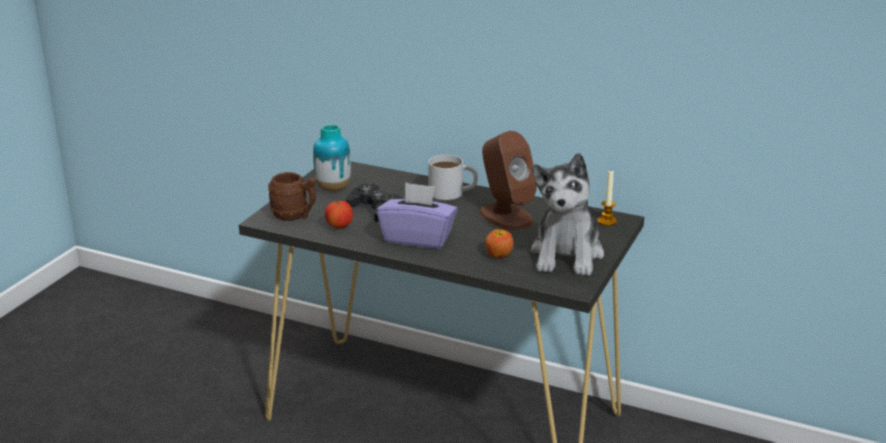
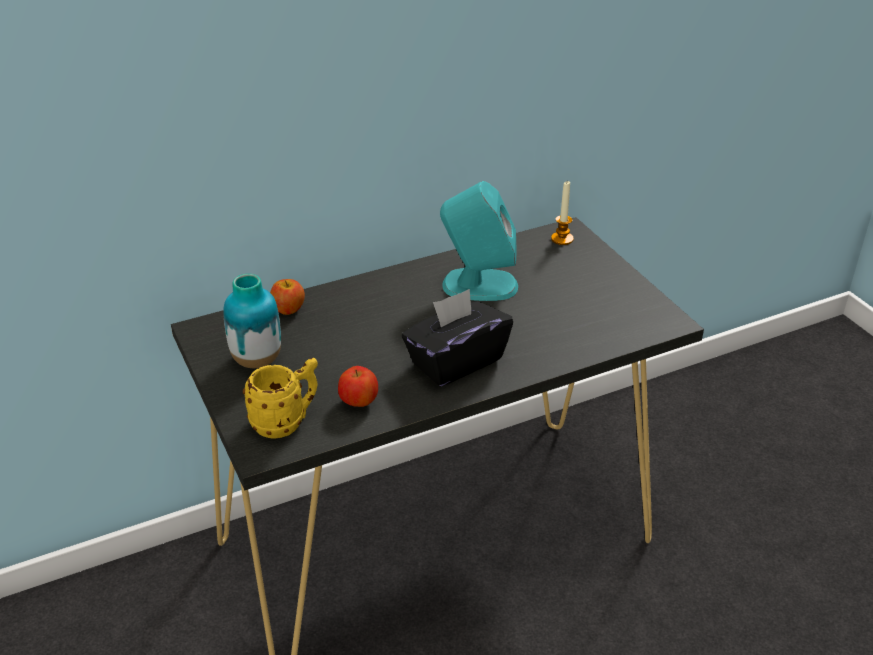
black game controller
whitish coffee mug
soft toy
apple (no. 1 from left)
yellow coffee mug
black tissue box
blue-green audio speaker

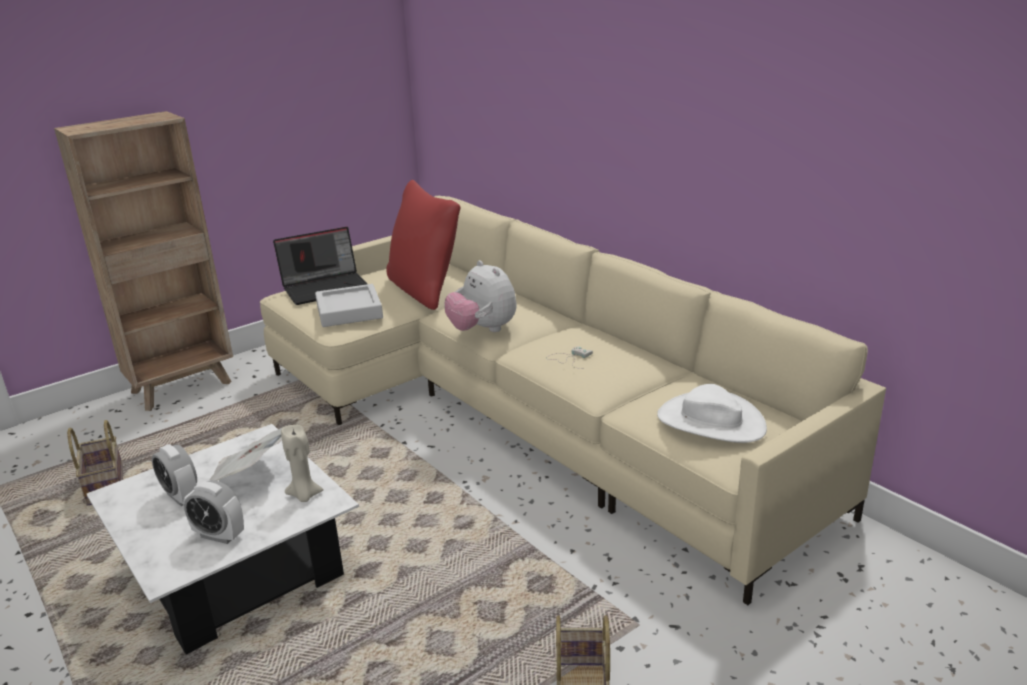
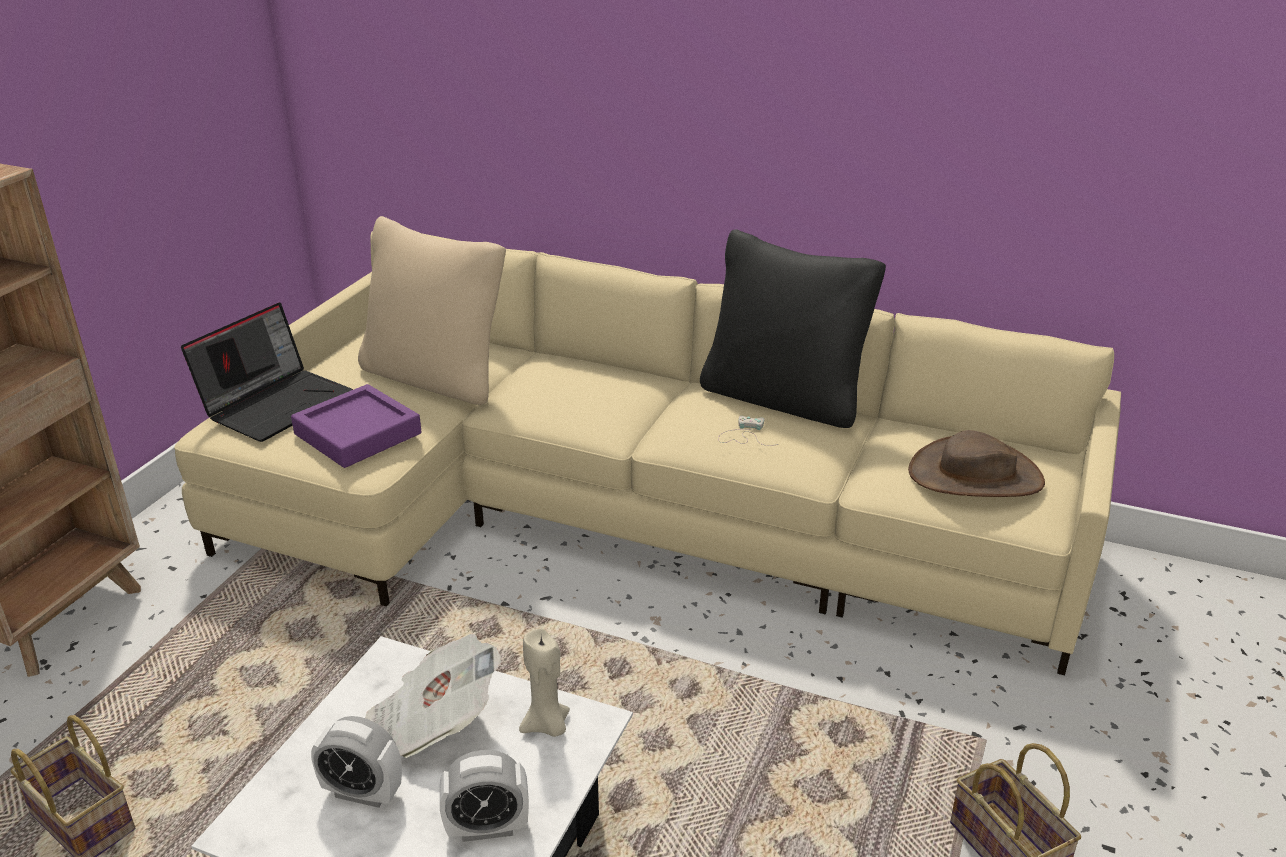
soft toy
black pillow
purplish tray
beige pillow
brown wearable hat

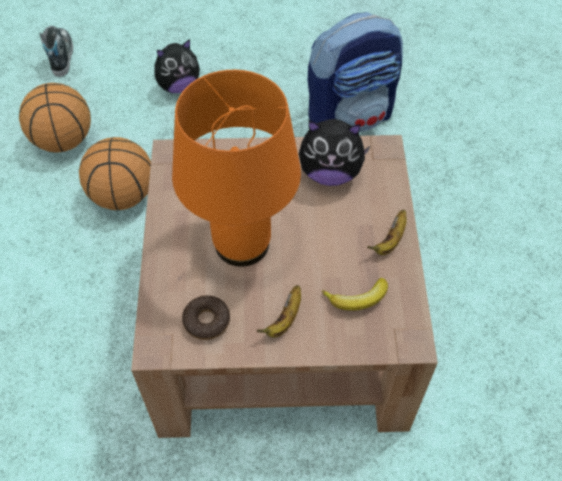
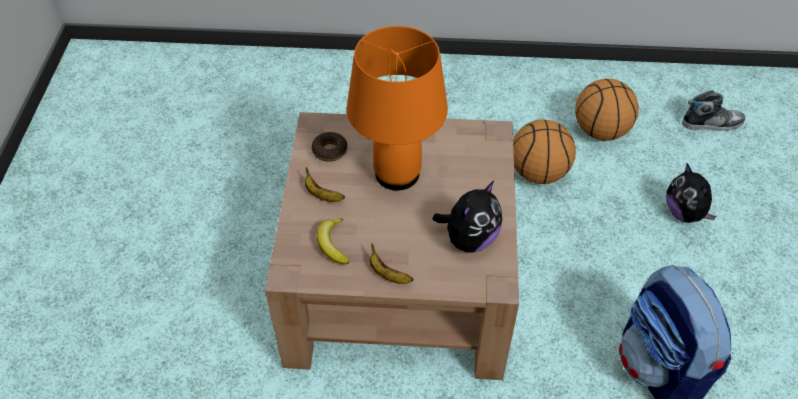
soft toy (no. 1 from left)

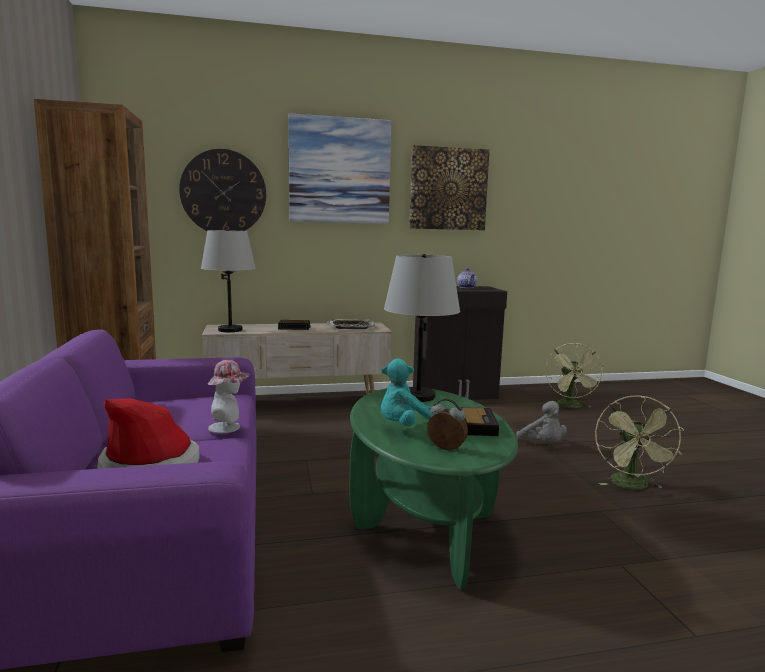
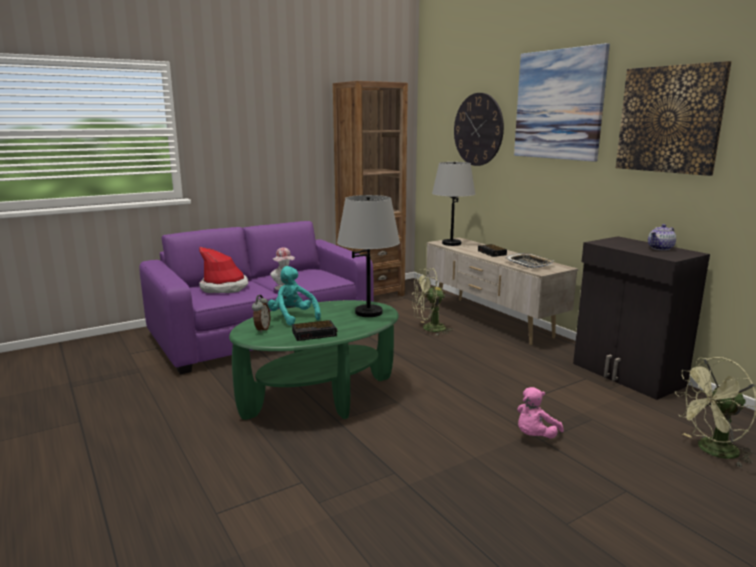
green fan (no. 1 from left)
pink-coloured soft toy

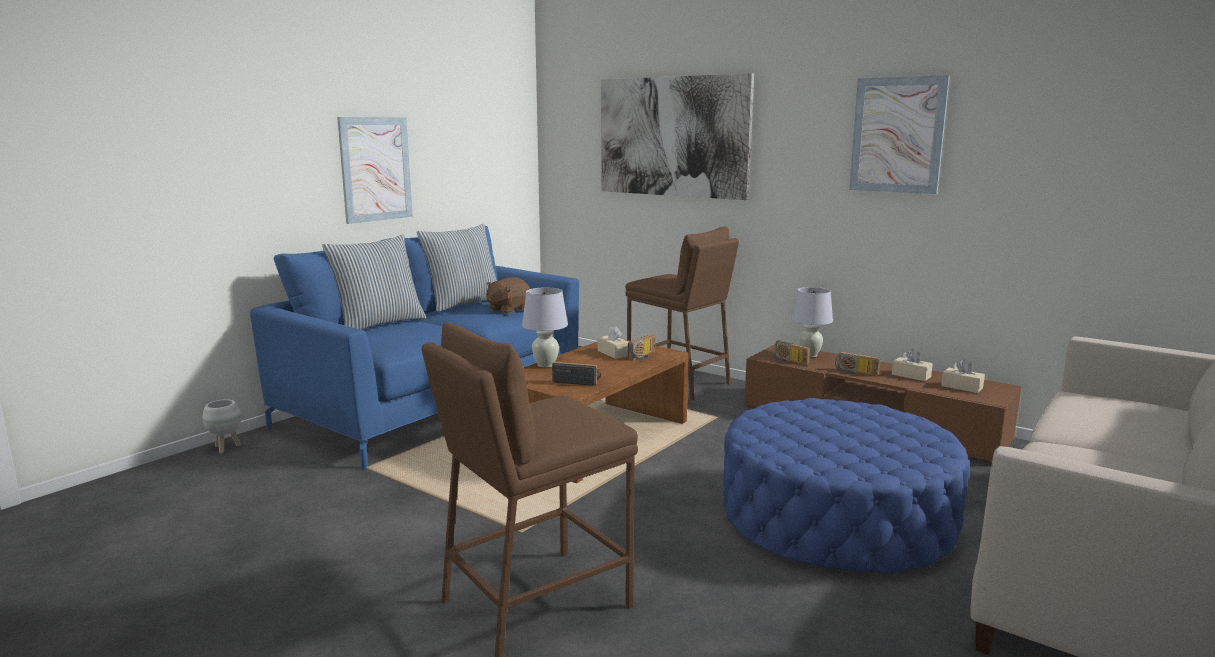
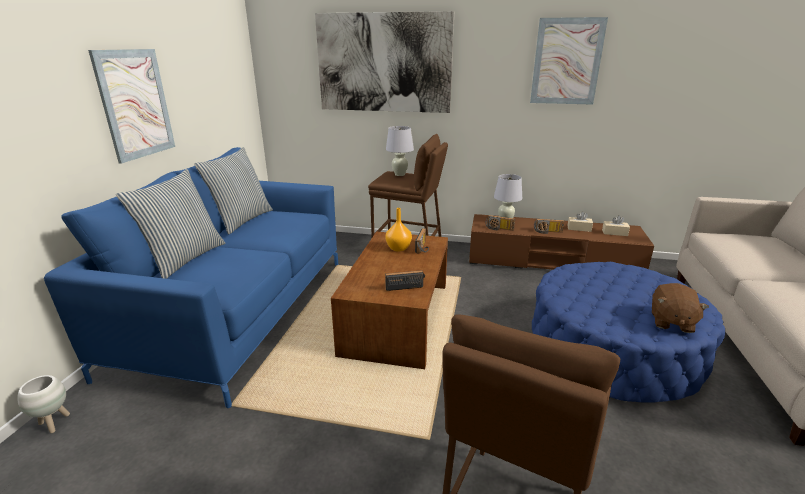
brown soft toy
whitish tabletop lamp (no. 1 from left)
orange-coloured vase

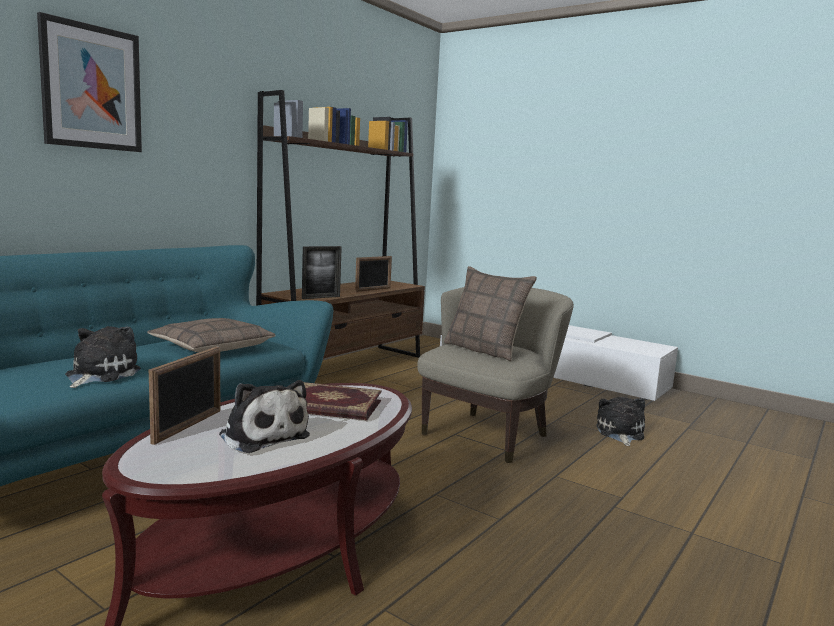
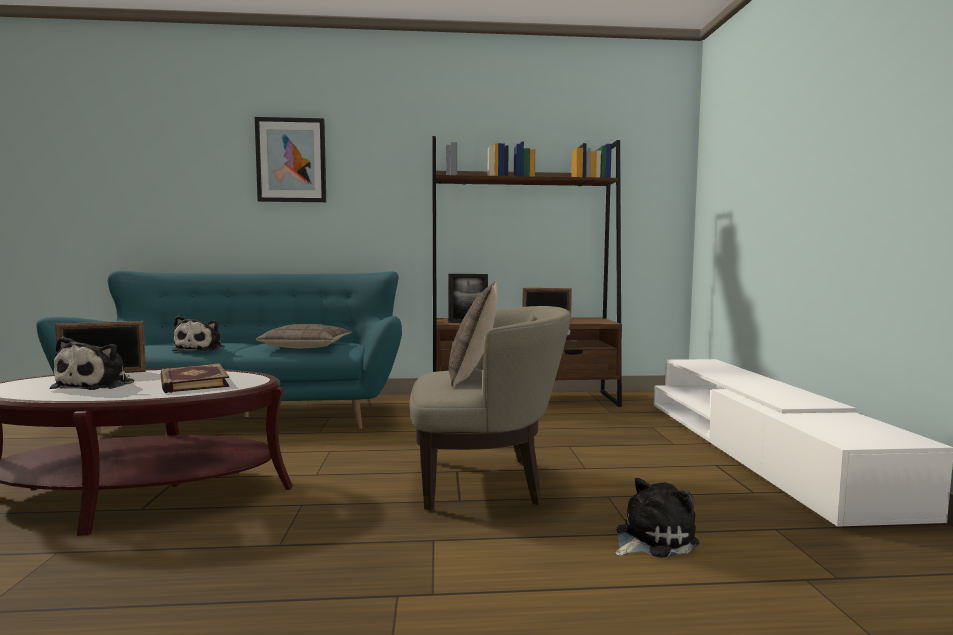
soft toy (no. 2 from left)

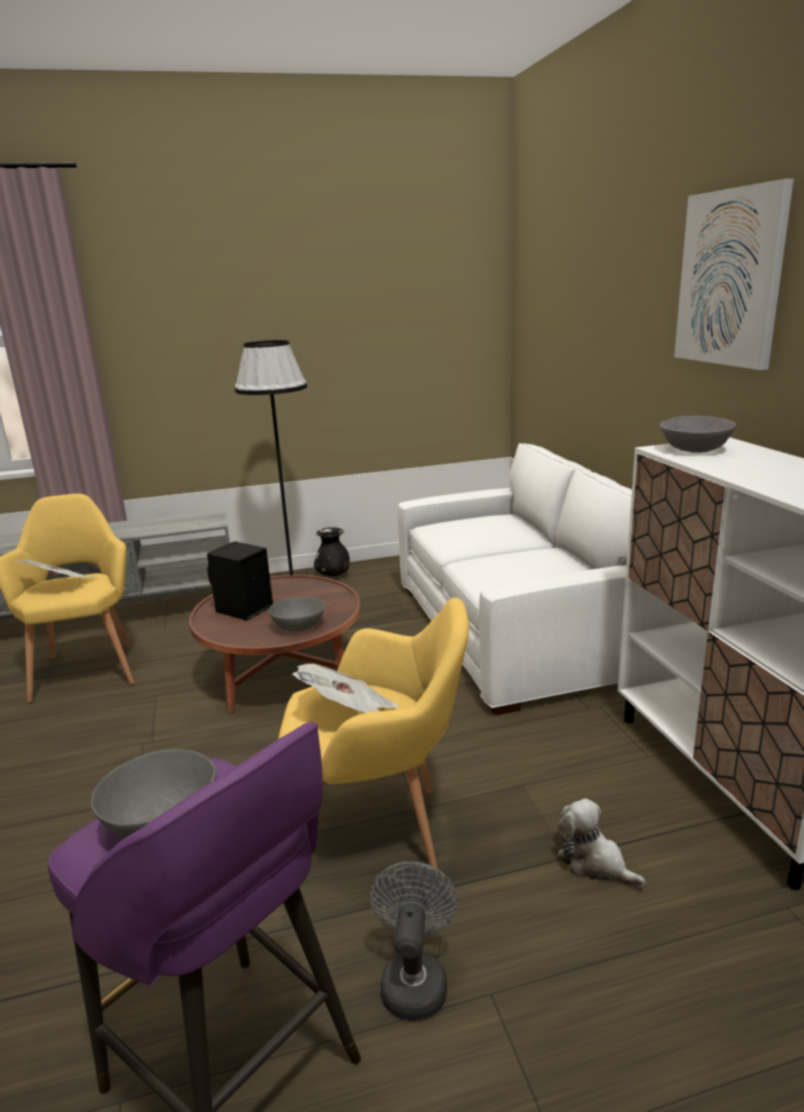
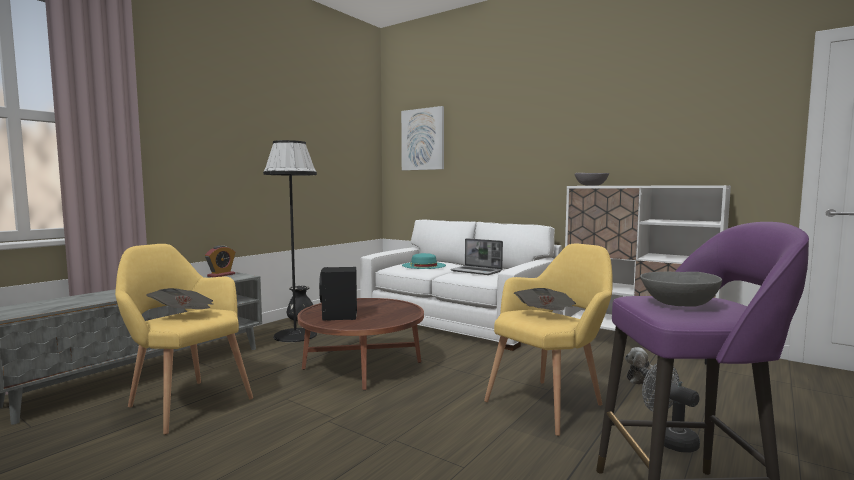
gray bowl (no. 2 from left in the first image)
bedside clock
blue-green wearable hat
laptop
wall picture

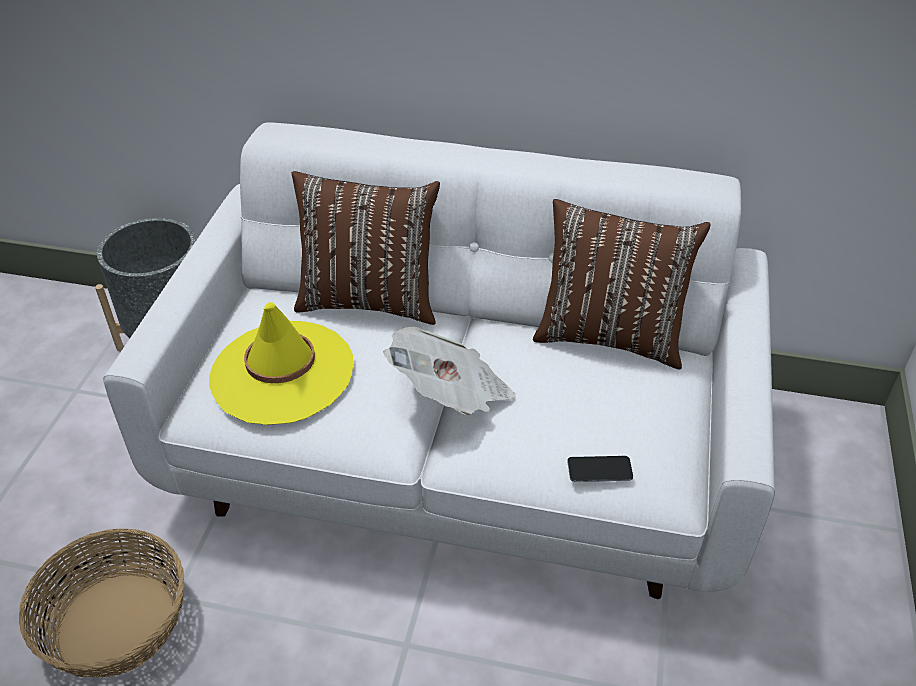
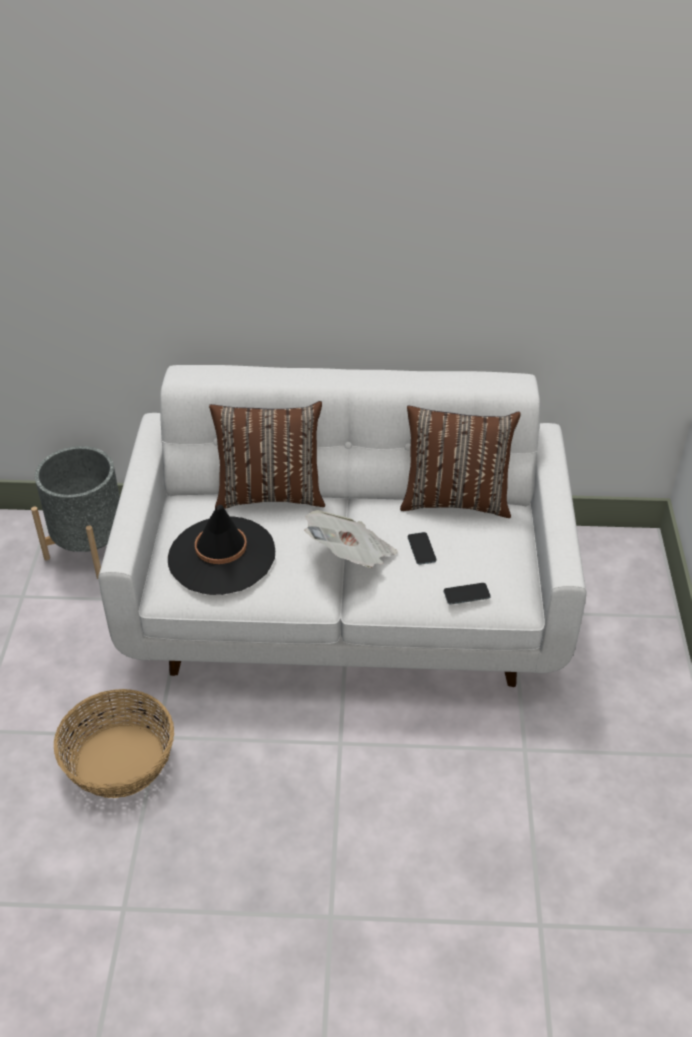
handset (no. 1 from left)
black wearable hat

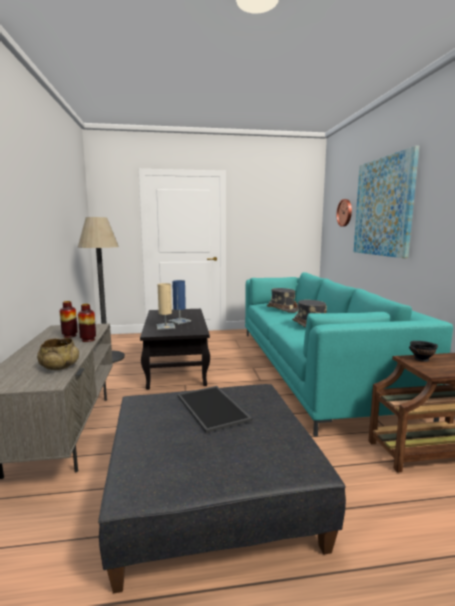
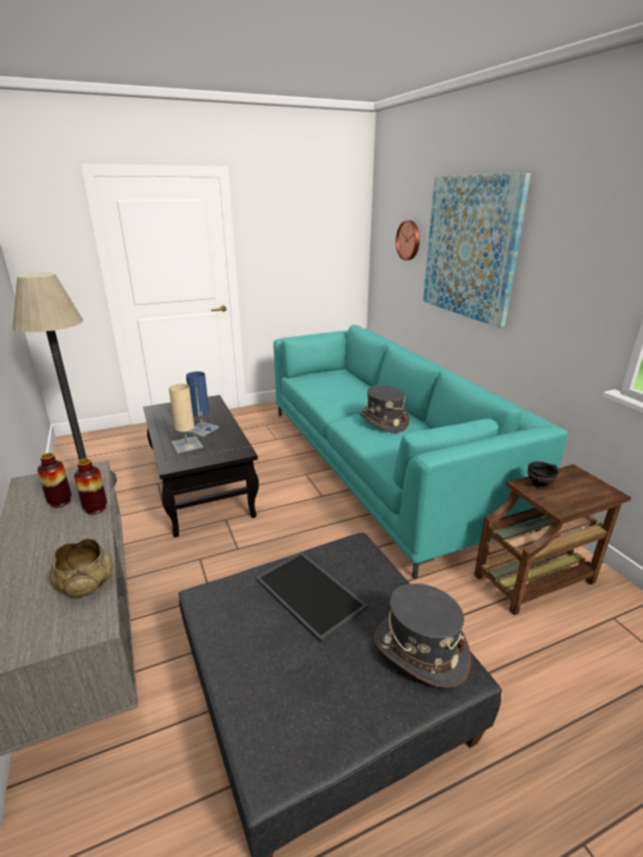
gray wearable hat (no. 2 from left)

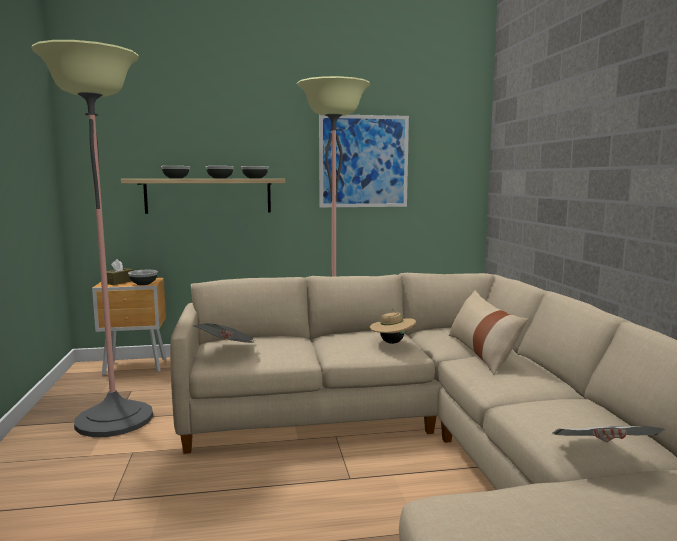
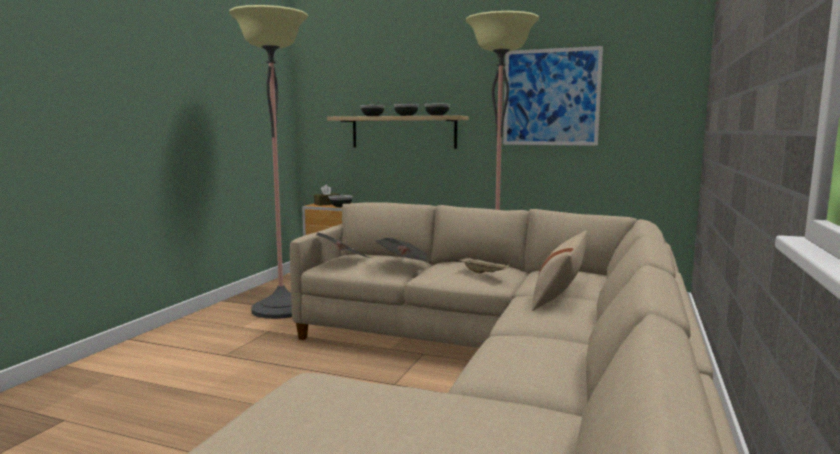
newspaper (no. 2 from left)
beige tray

